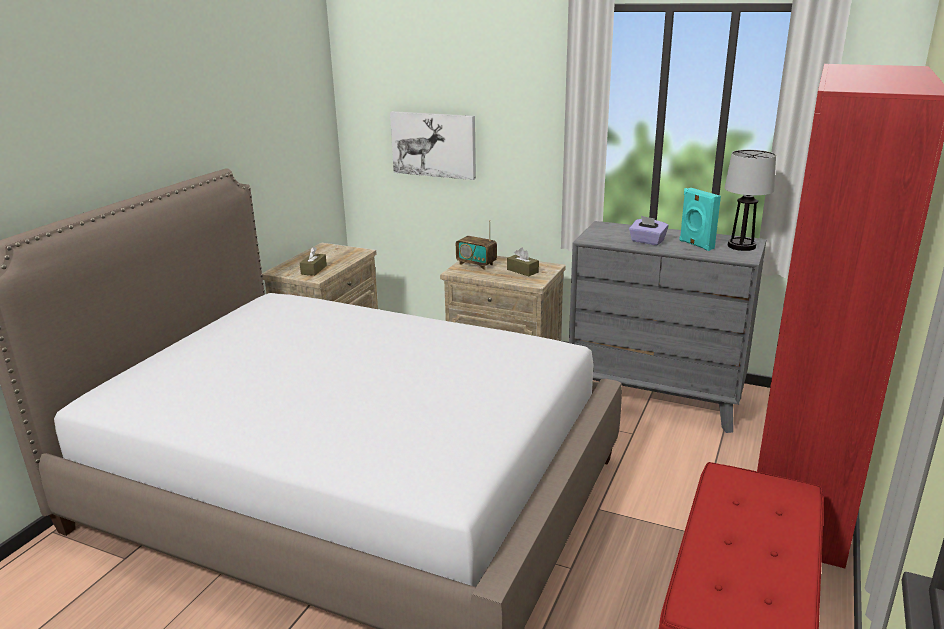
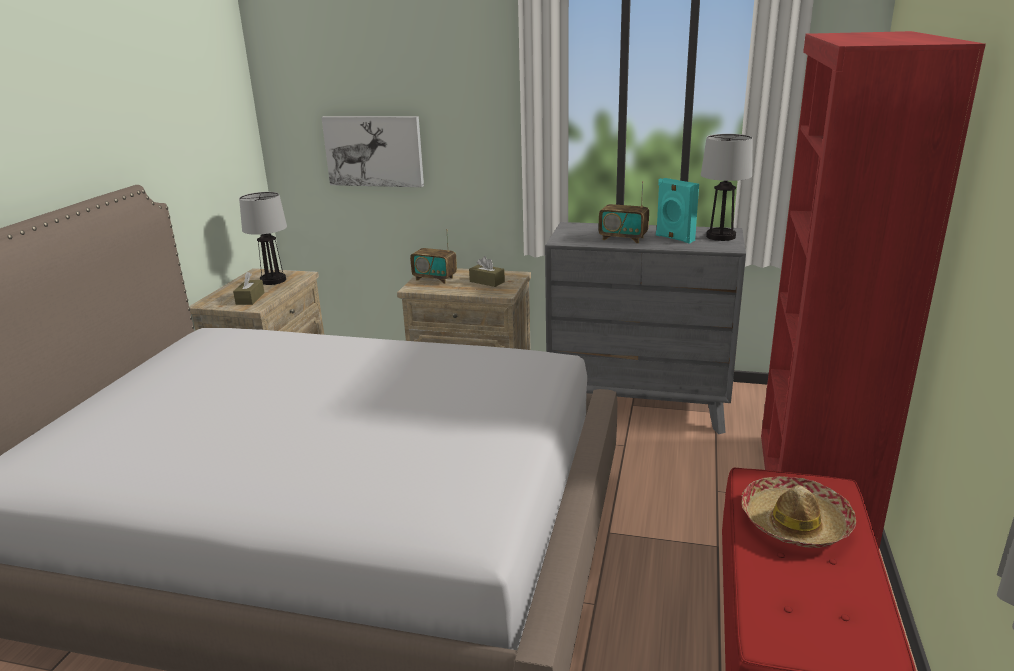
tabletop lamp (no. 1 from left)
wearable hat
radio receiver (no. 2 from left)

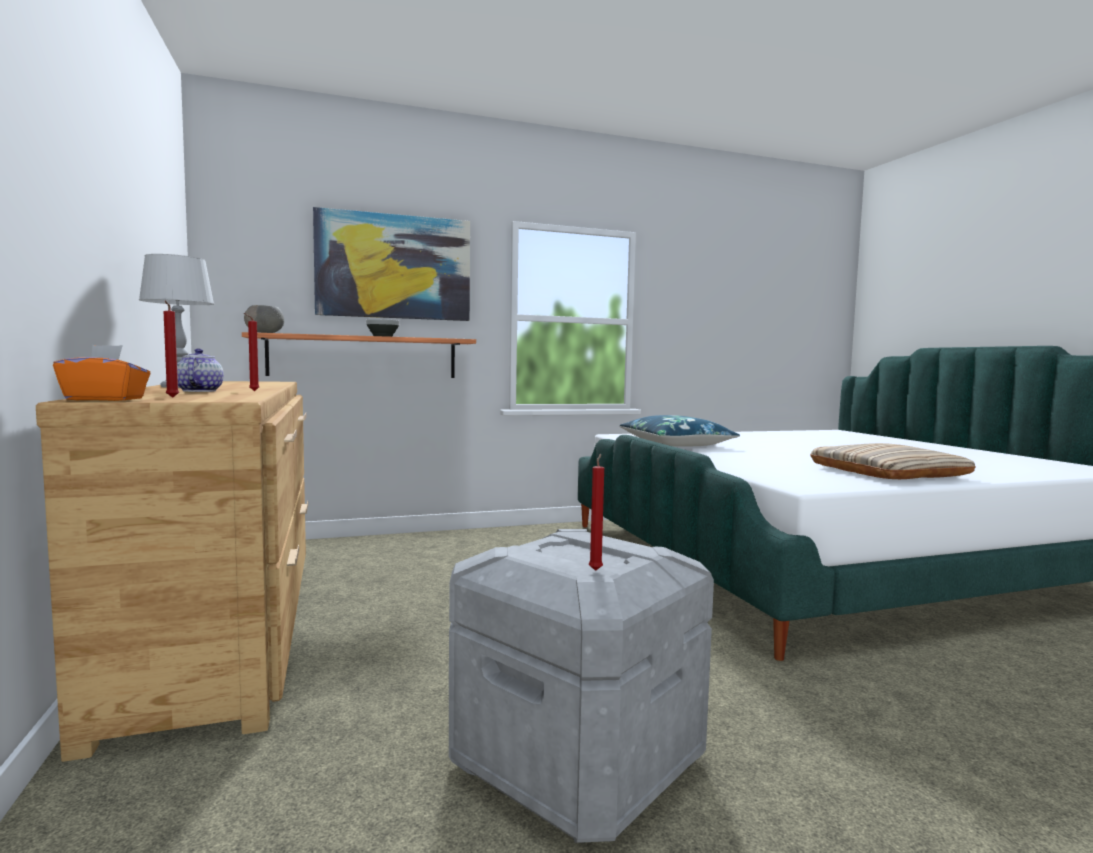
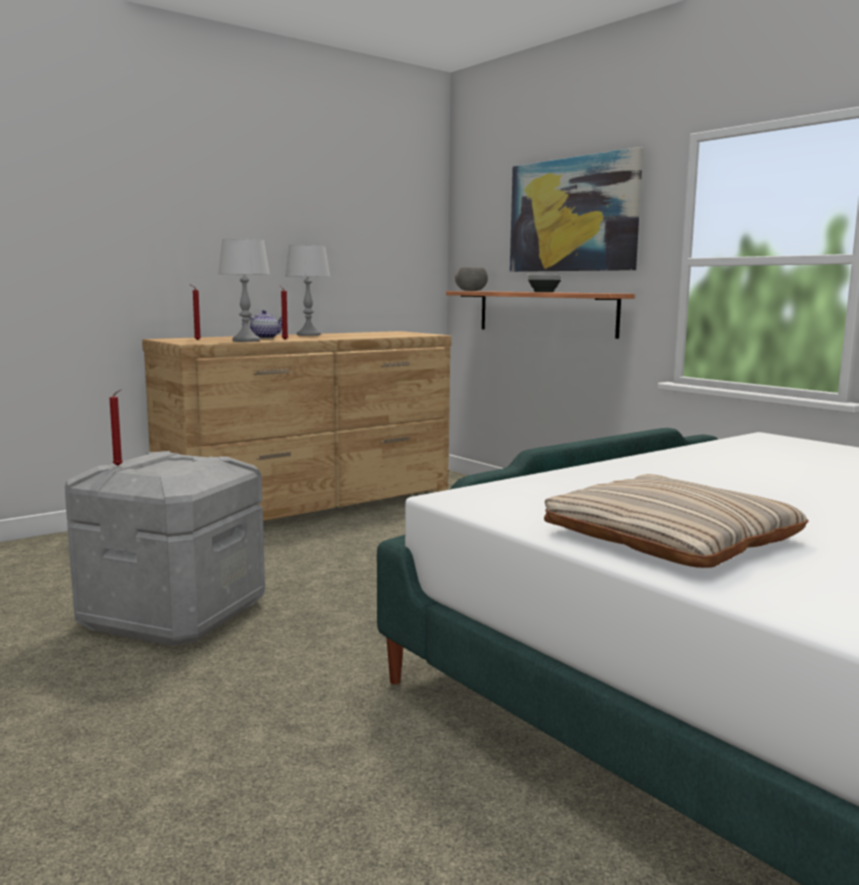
orange-coloured tissue box
blue-coloured pillow
gray tabletop lamp (no. 1 from left)

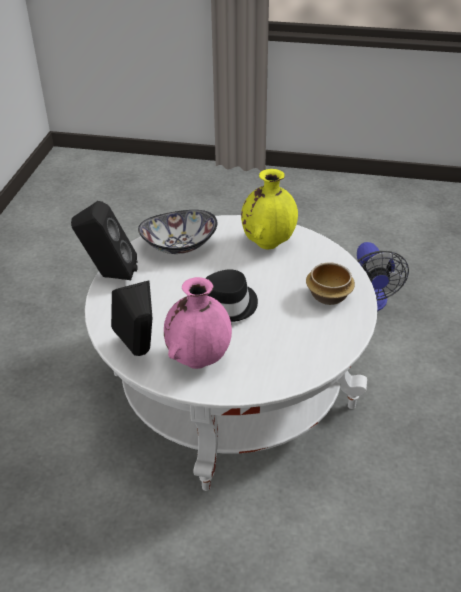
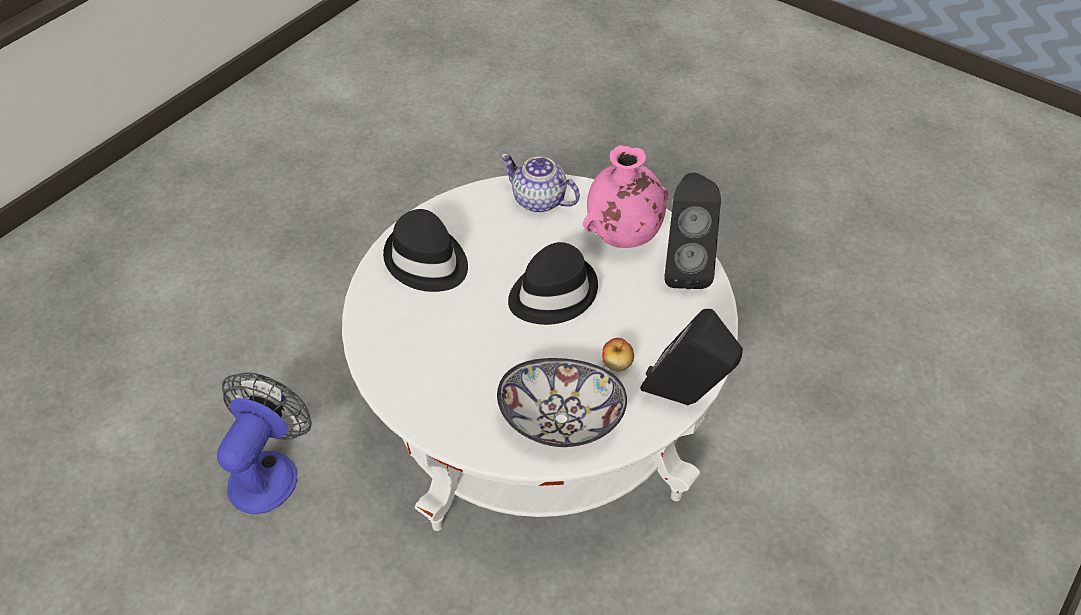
yellow vase
teapot
apple
black wearable hat (no. 1 from left)

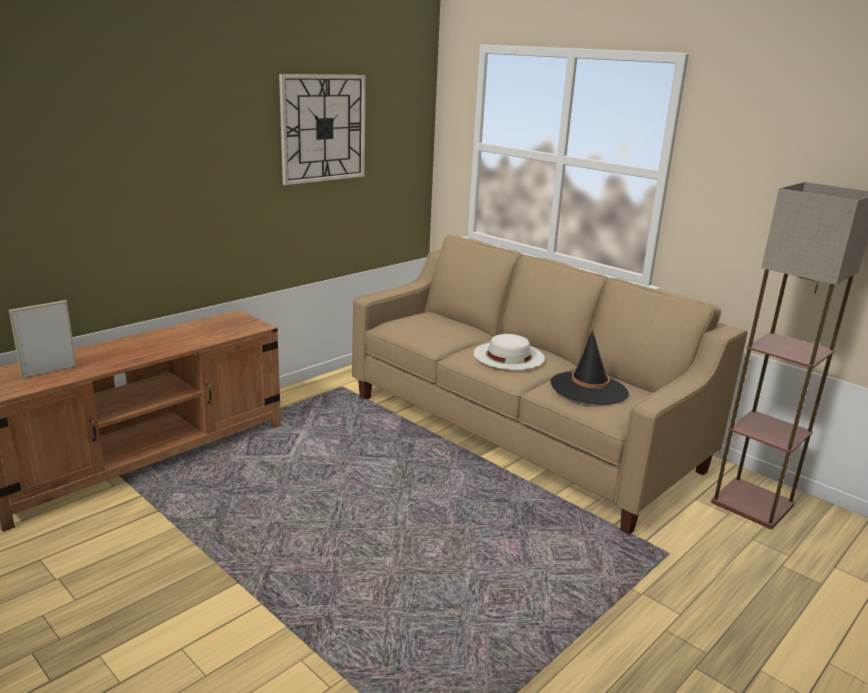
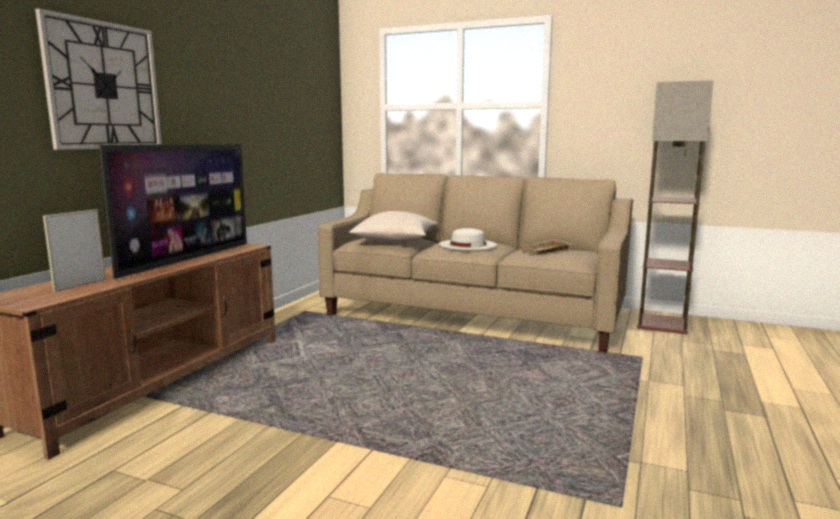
TV set
beige pillow
hanging clock
beige tray

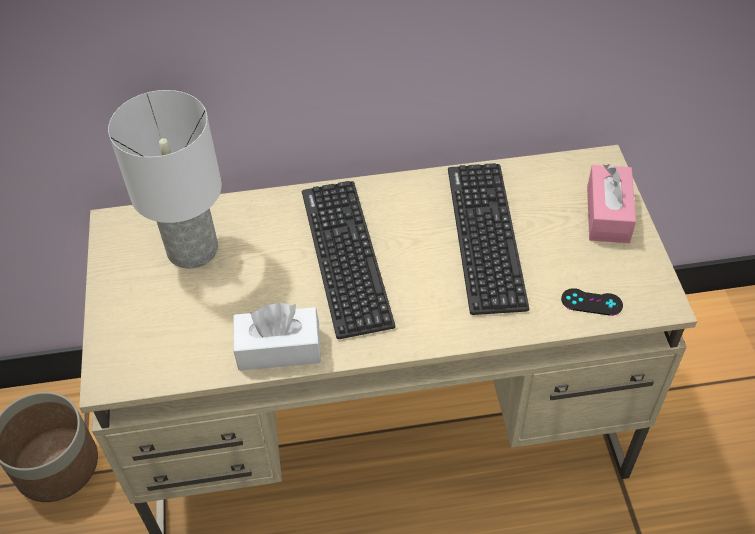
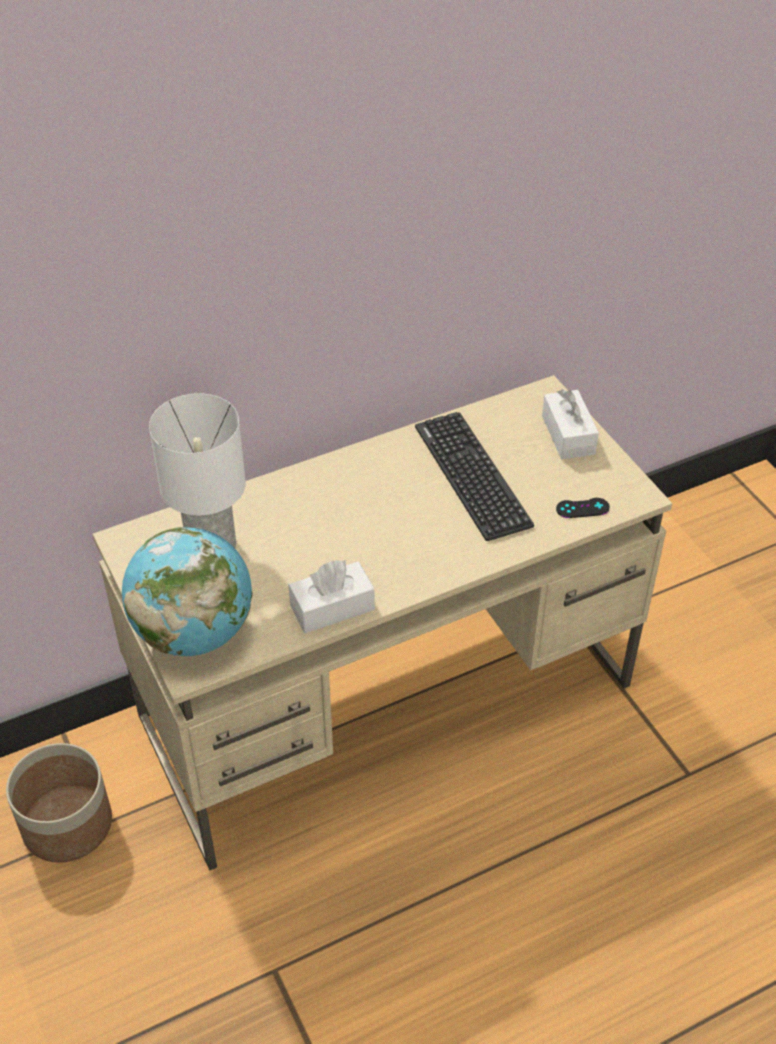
PC keyboard (no. 1 from left in the first image)
globe
whitish tissue box (no. 2 from left)

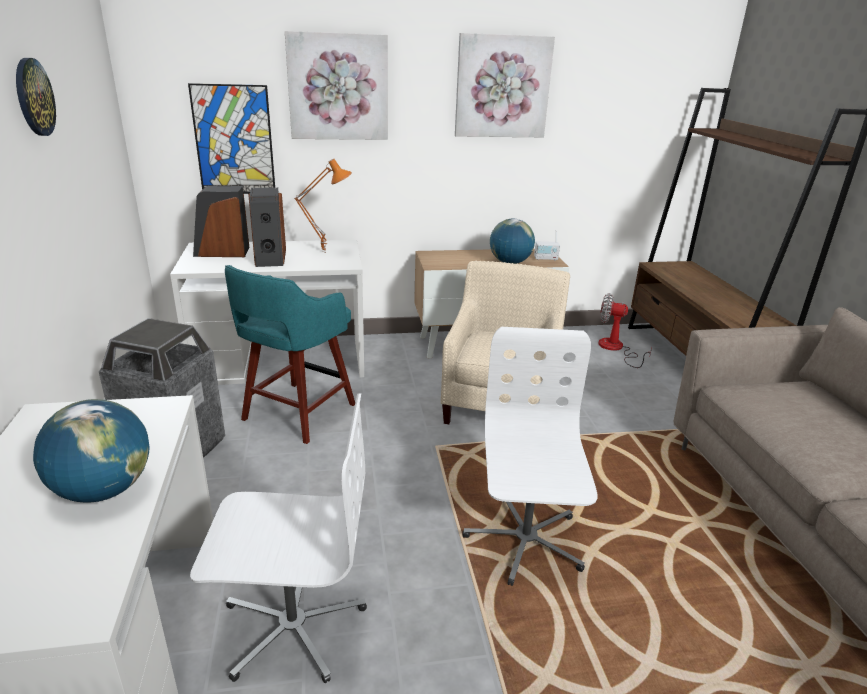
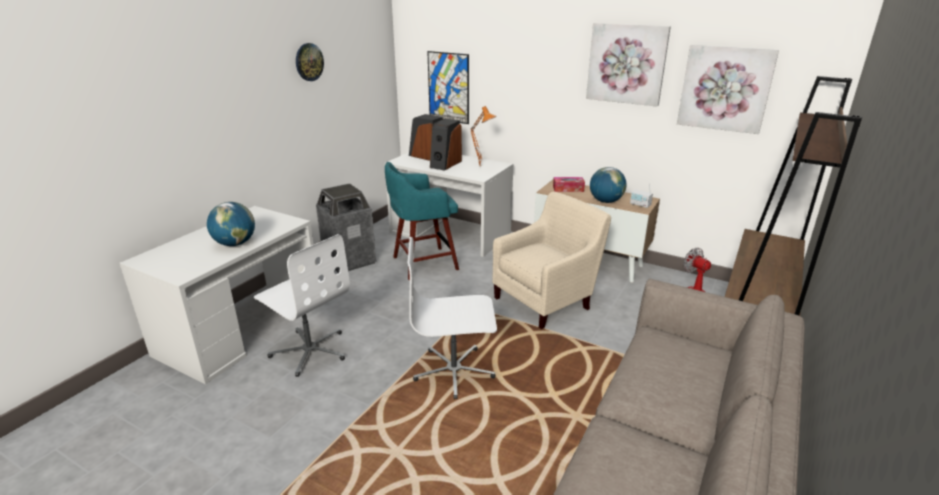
tissue box
wall picture (no. 3 from left)
whitish computer chair (no. 2 from left)

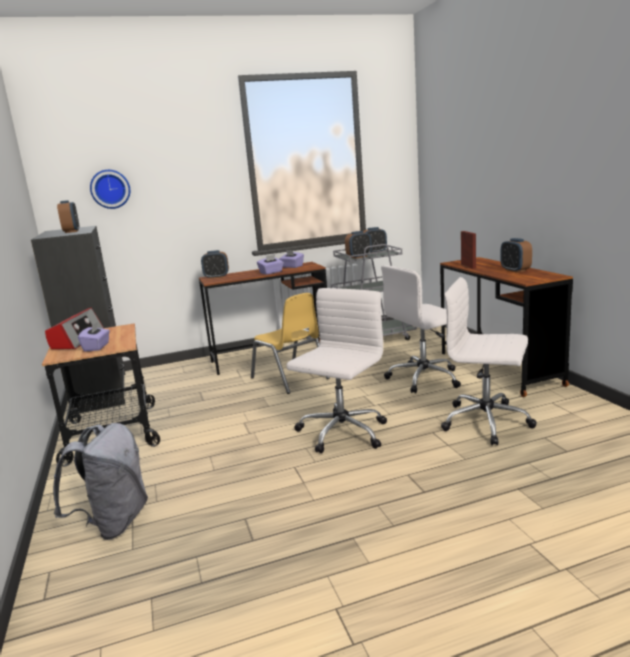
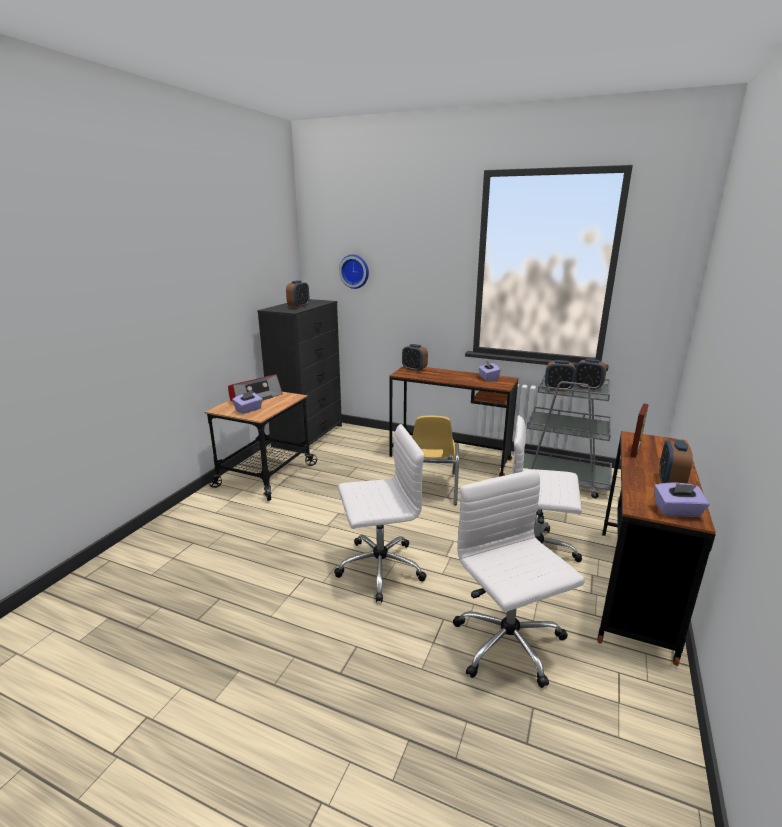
gray knapsack
purplish tissue box (no. 3 from left)

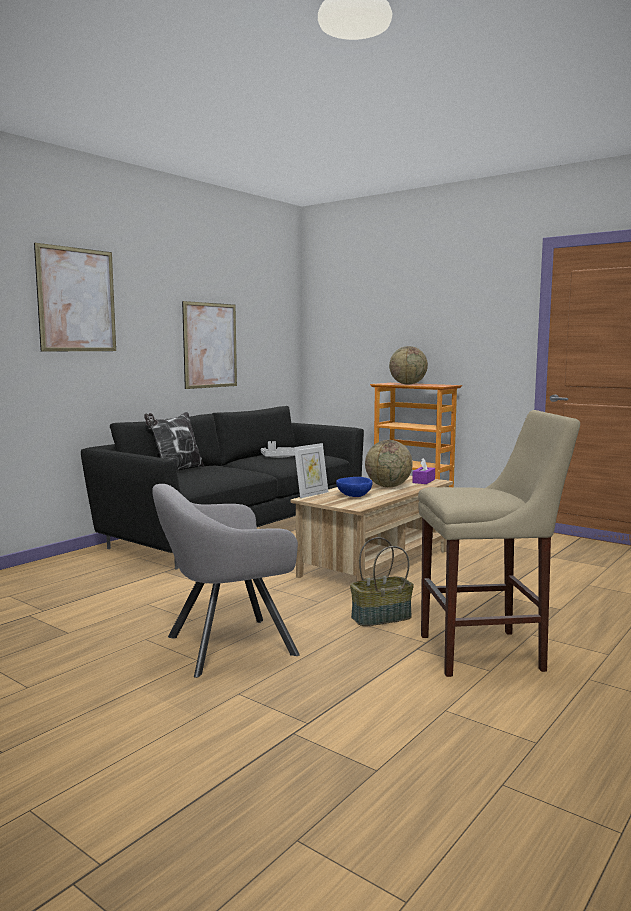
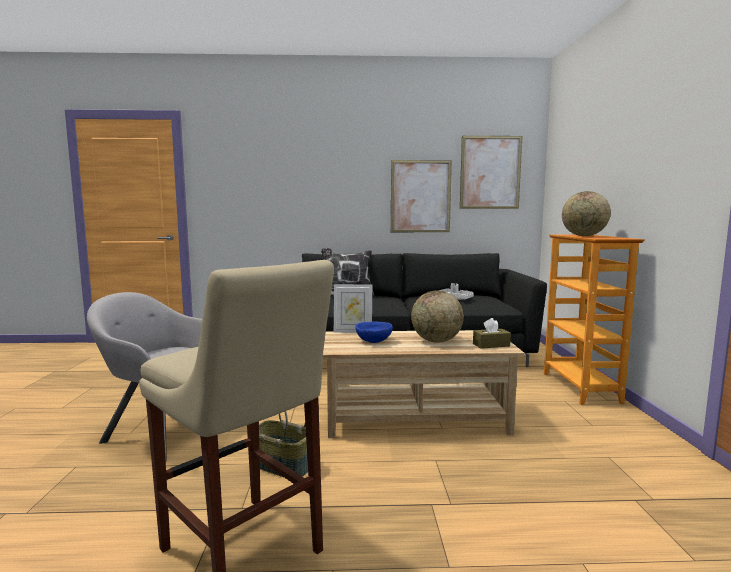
wall picture (no. 2 from left)
brown tissue box

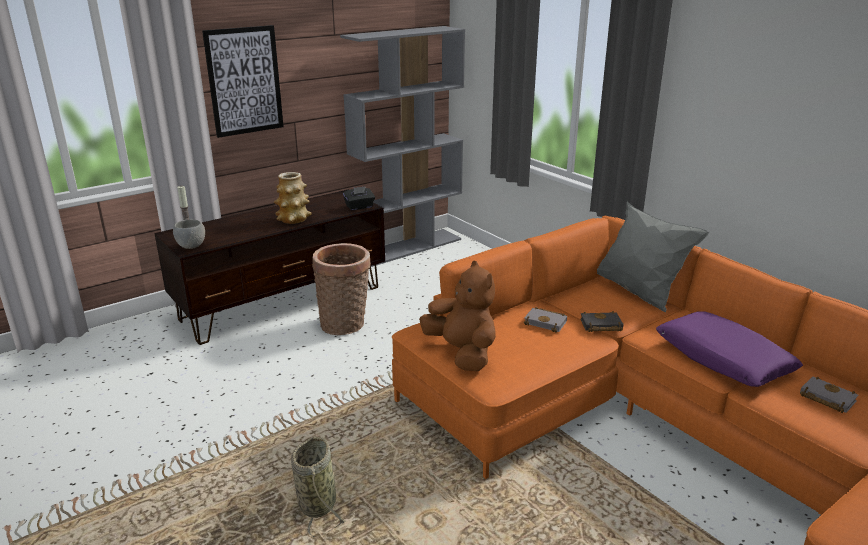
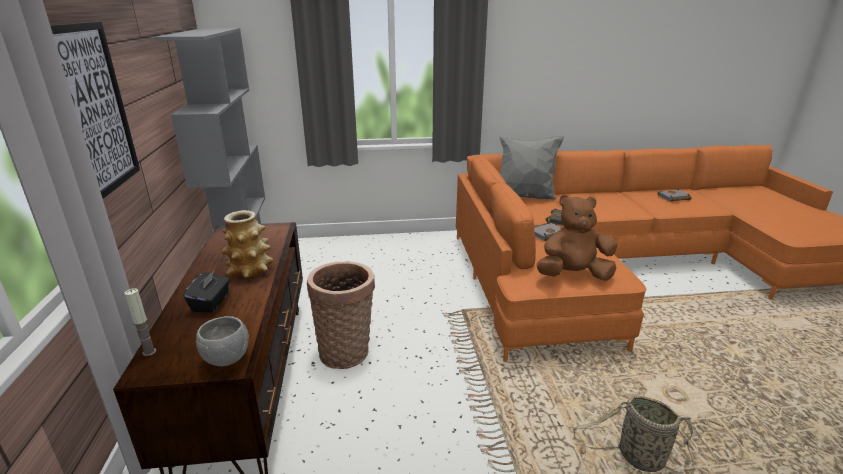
purplish pillow
black tissue box

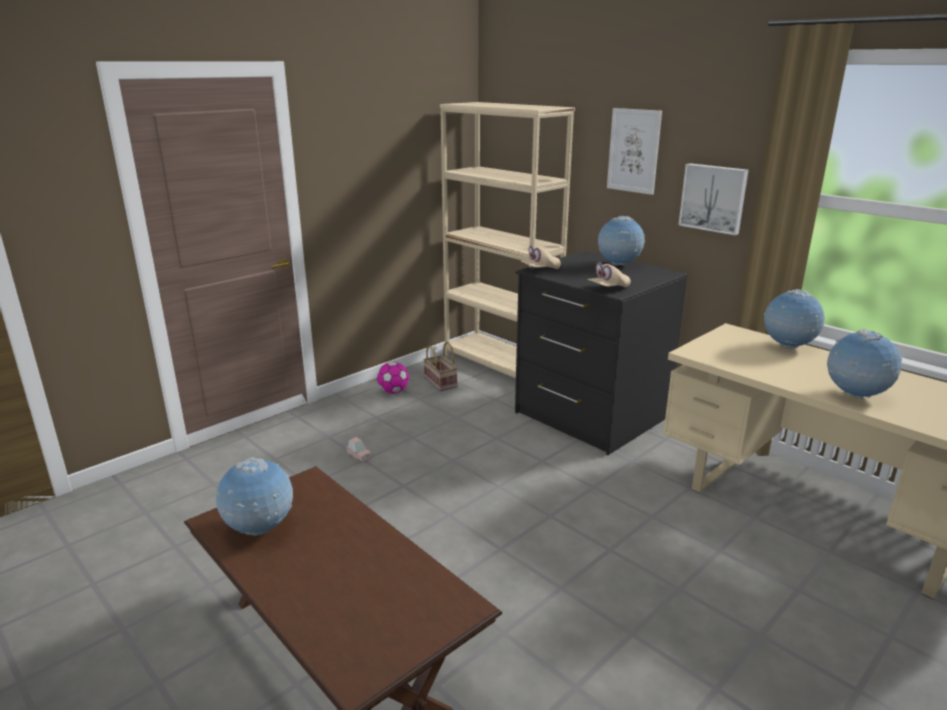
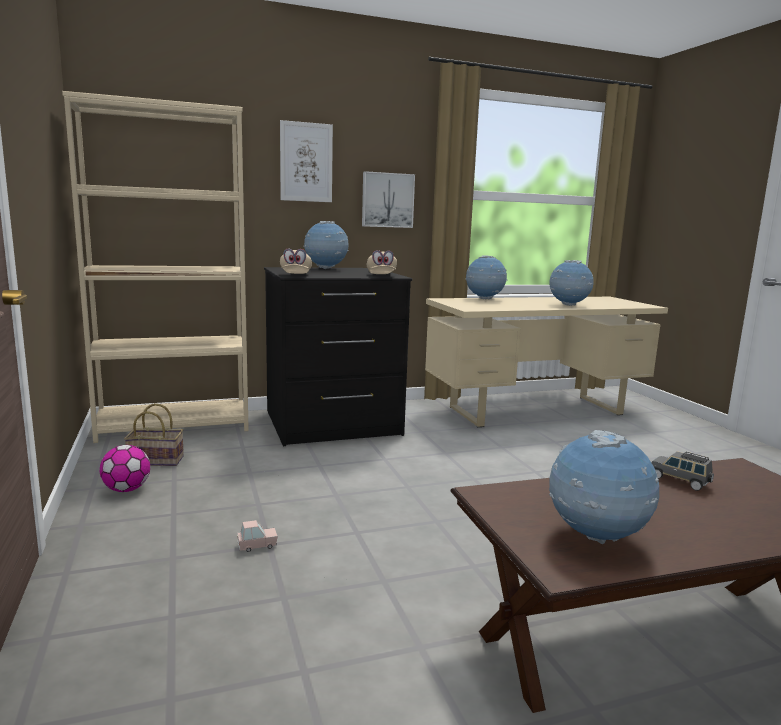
gray miniature car

